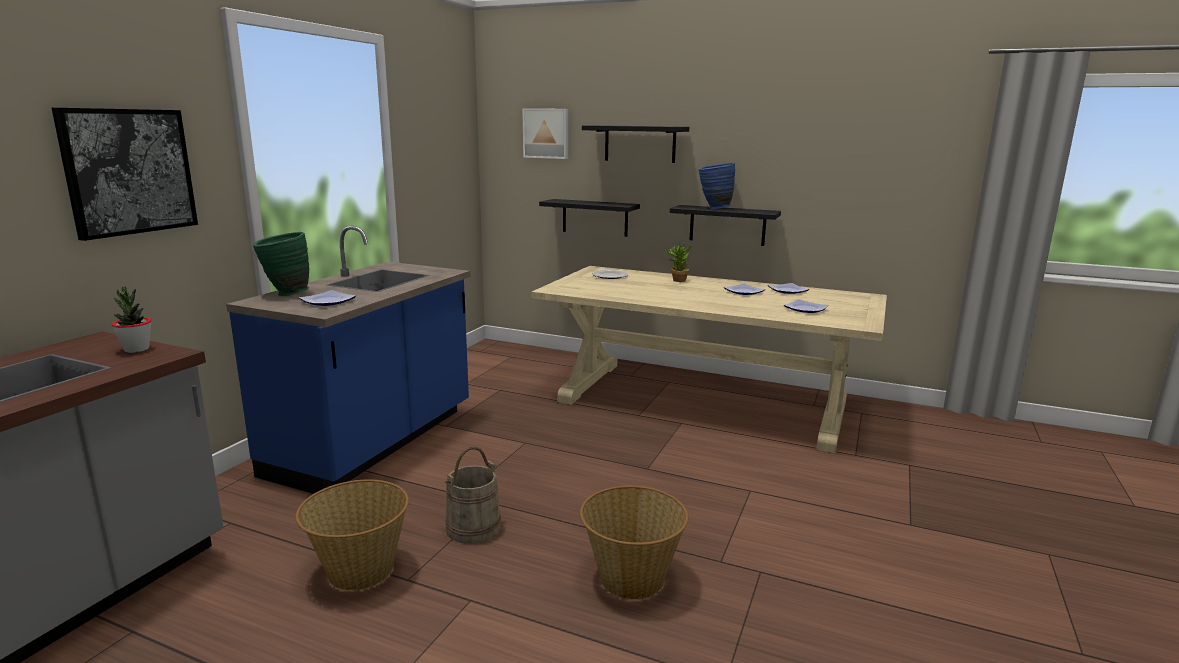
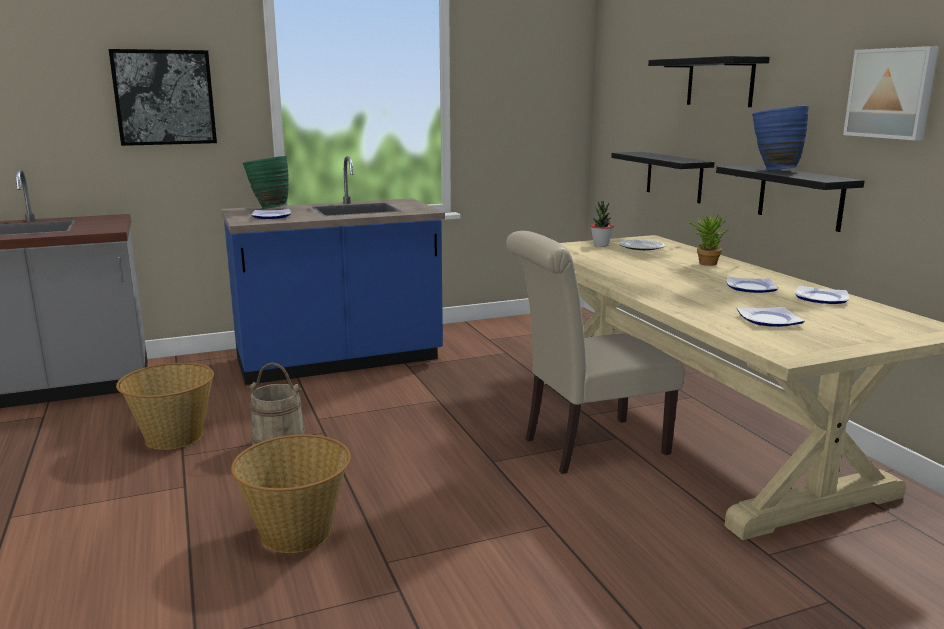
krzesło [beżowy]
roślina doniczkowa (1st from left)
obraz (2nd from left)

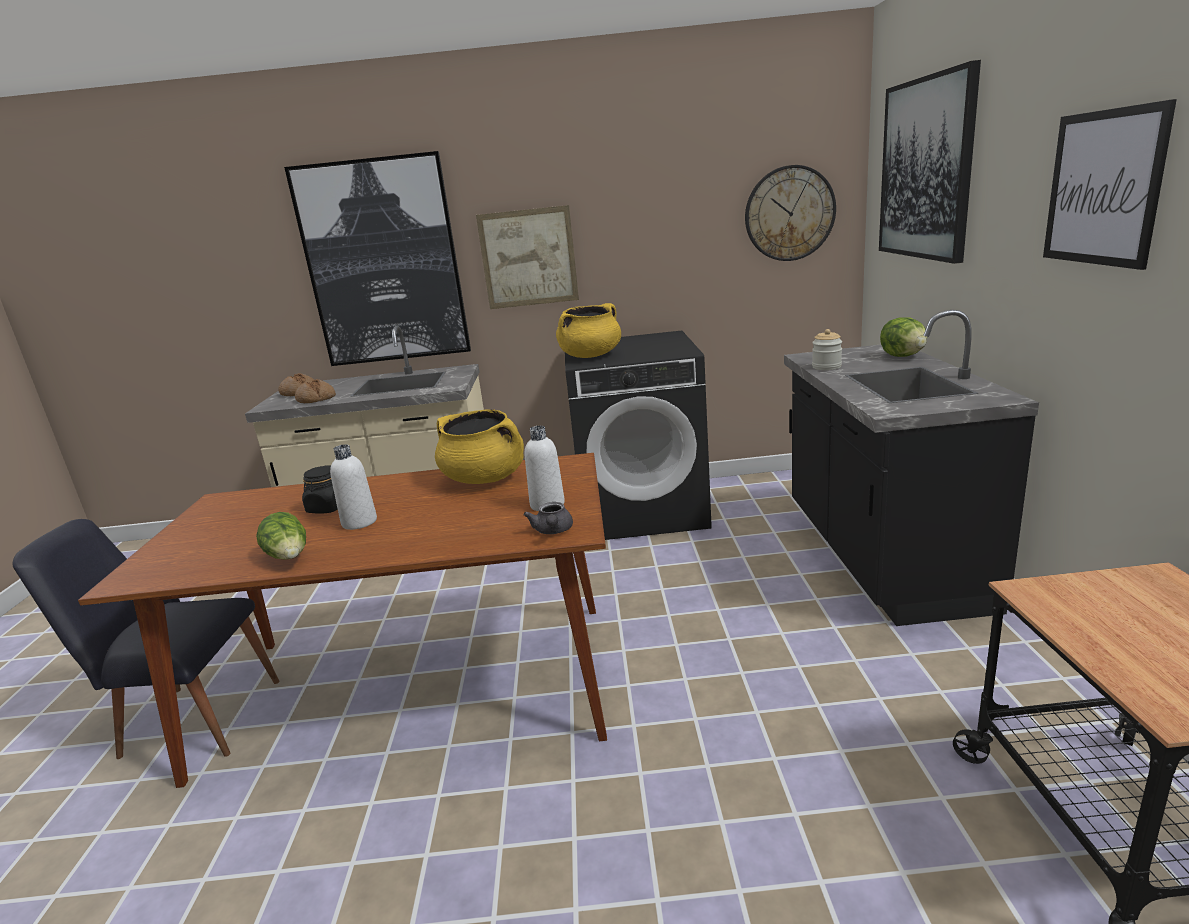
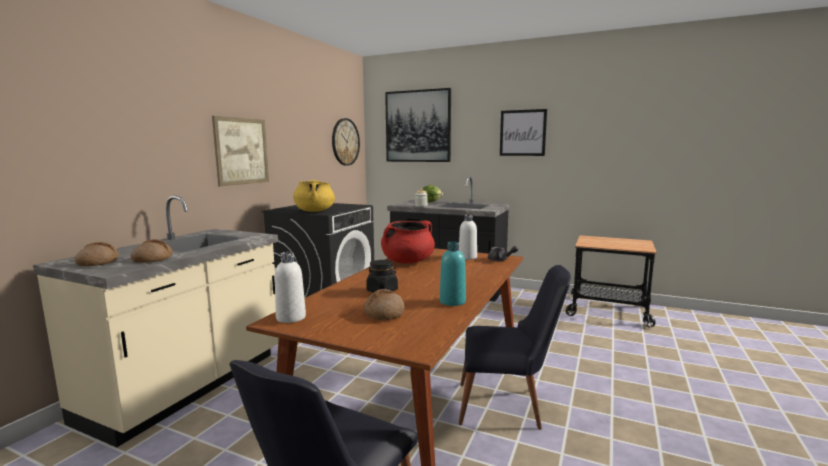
obraz (1st from left in the first image)
chleb (3rd from left)
krzesło [czarny] (2nd from left)
butelka [biały] (1st from left)
butelka [turkusowy]
garnek [czerwony]

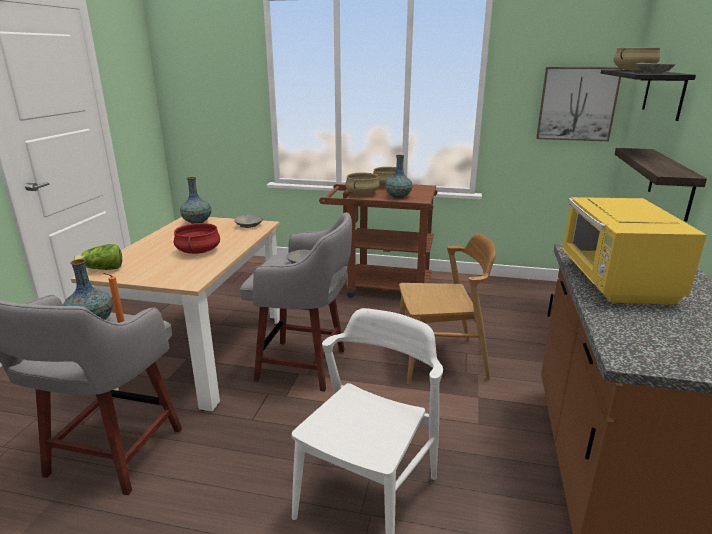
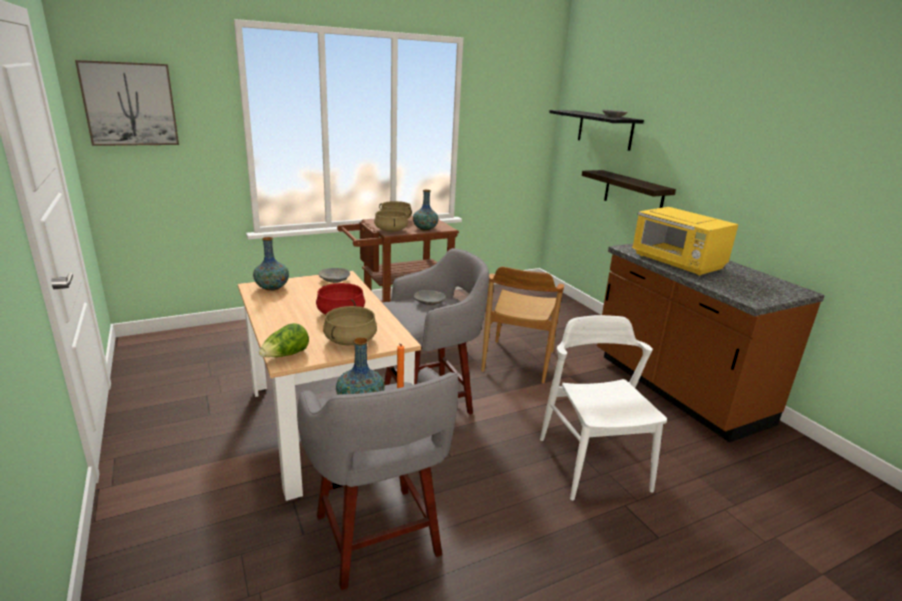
obraz
garnek [beżowy] (1st from left)
krzesło [brązowy]

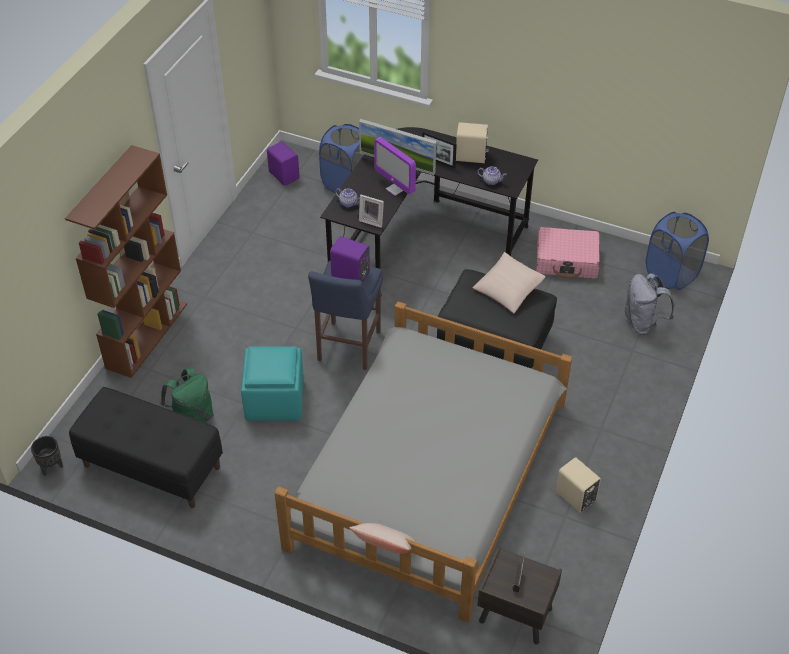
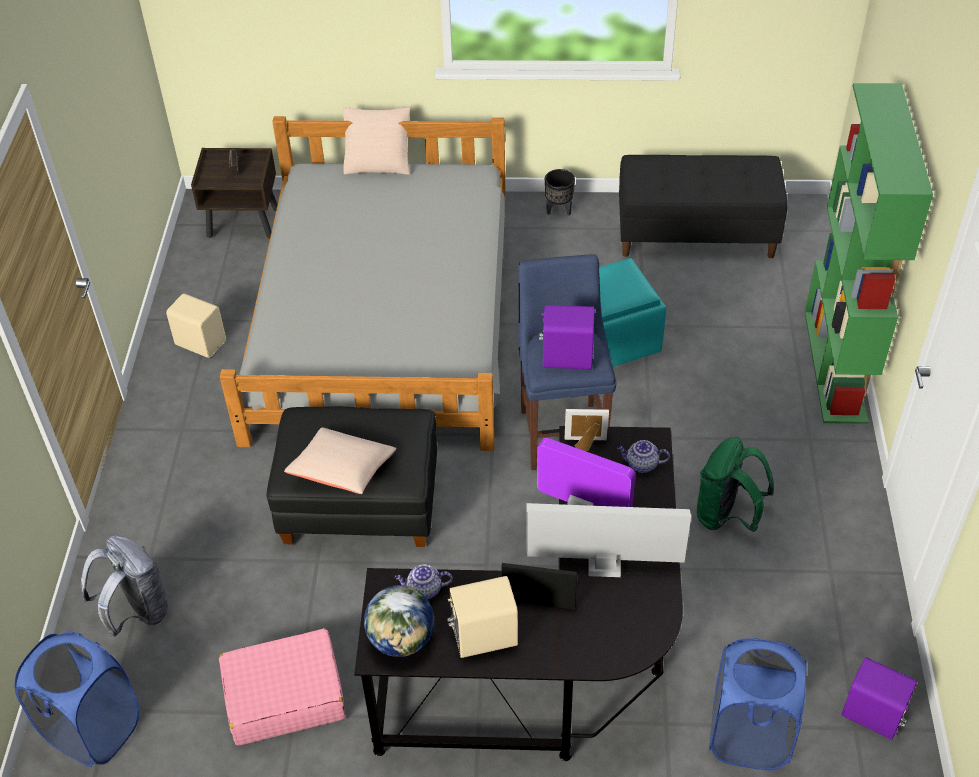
globus
donica [czarny]
plecak [zielony]
regał [zielony]

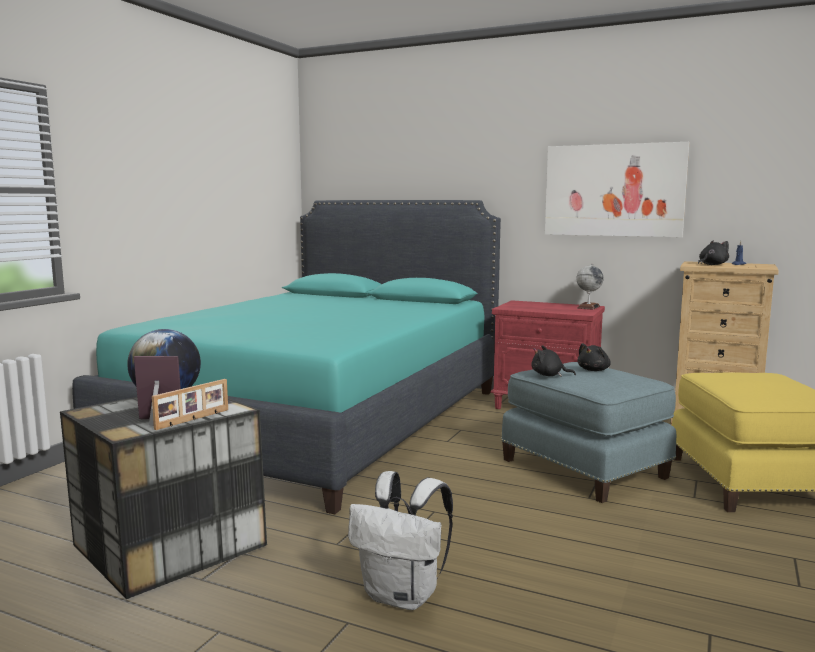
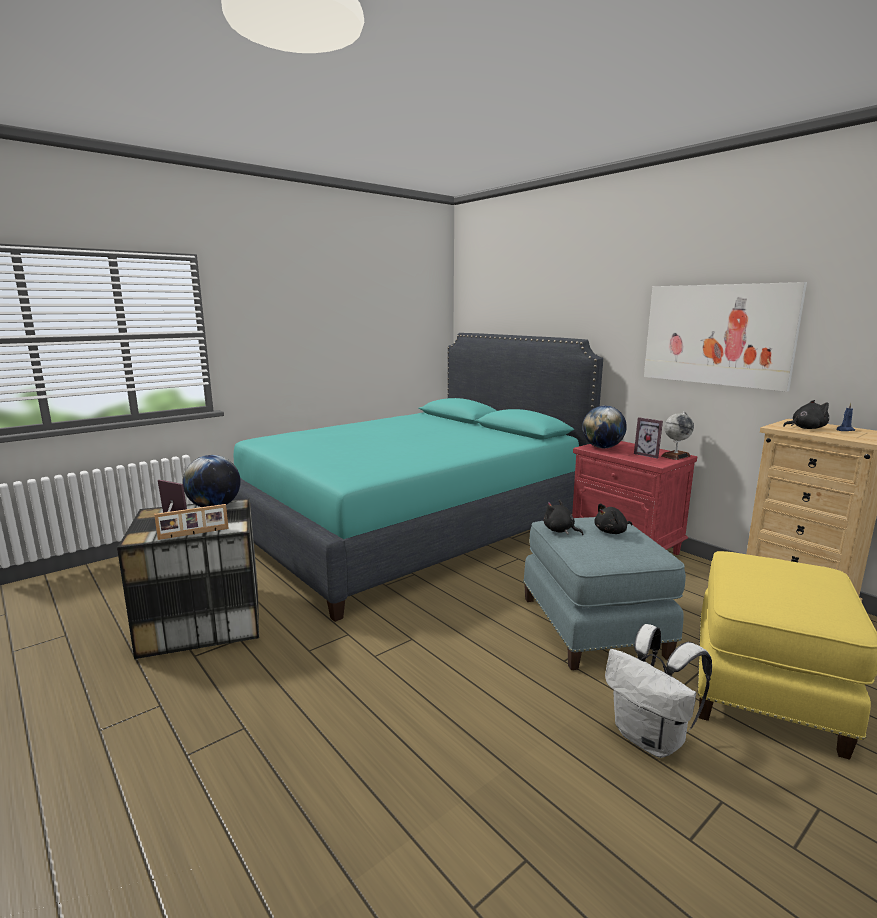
globus (2nd from left)
ramka na zdjęcie (3rd from left)
plecak [biały]

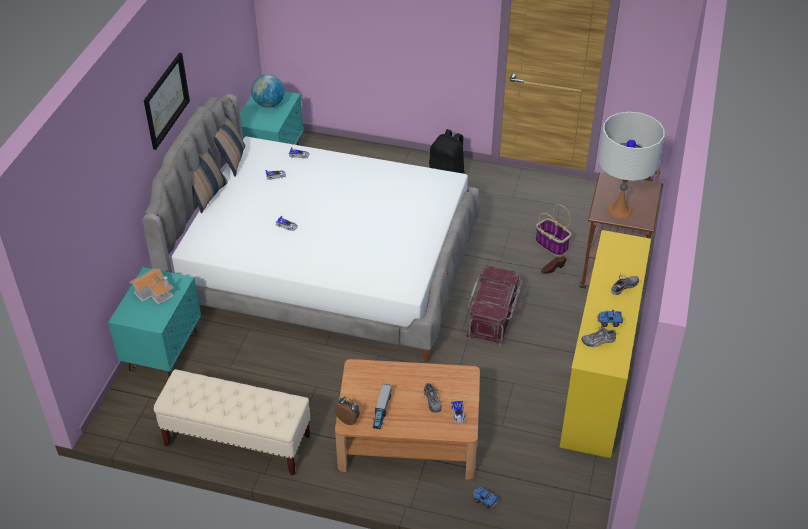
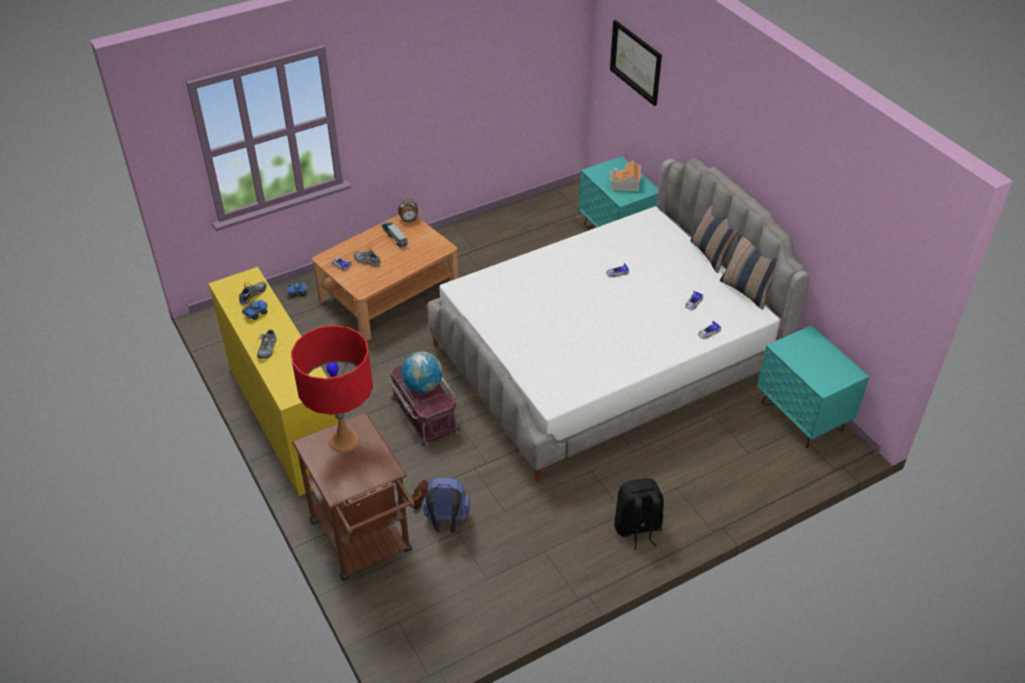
ławka [beżowy]
obraz
globus
plecak [niebieski]
lampa stołowa [czerwony]

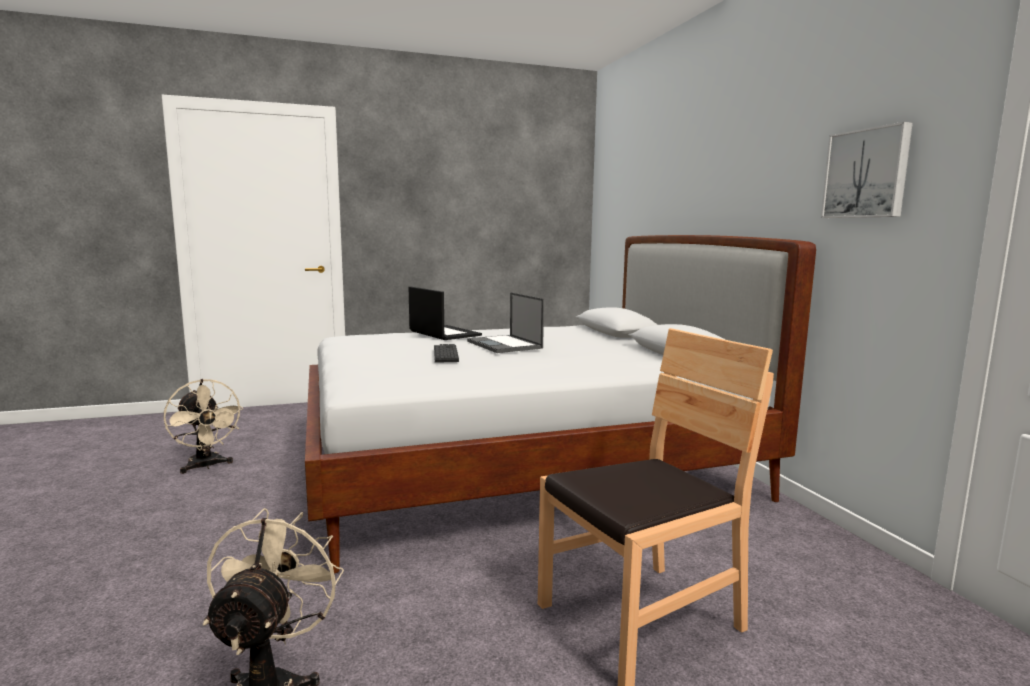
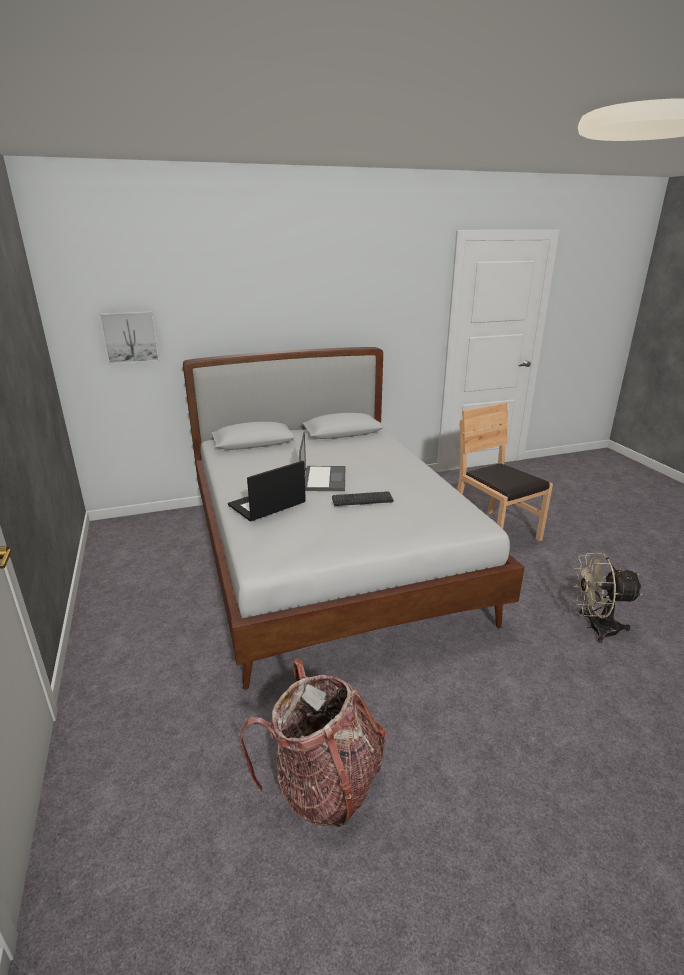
obraz
plecak
laptop (2nd from left)

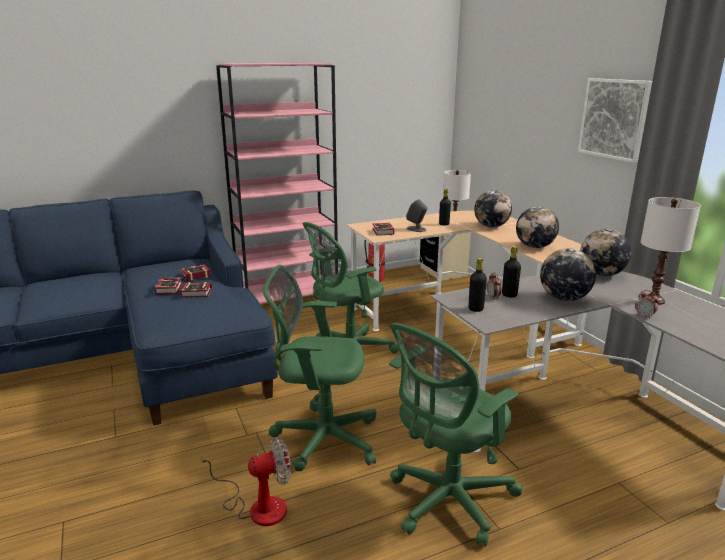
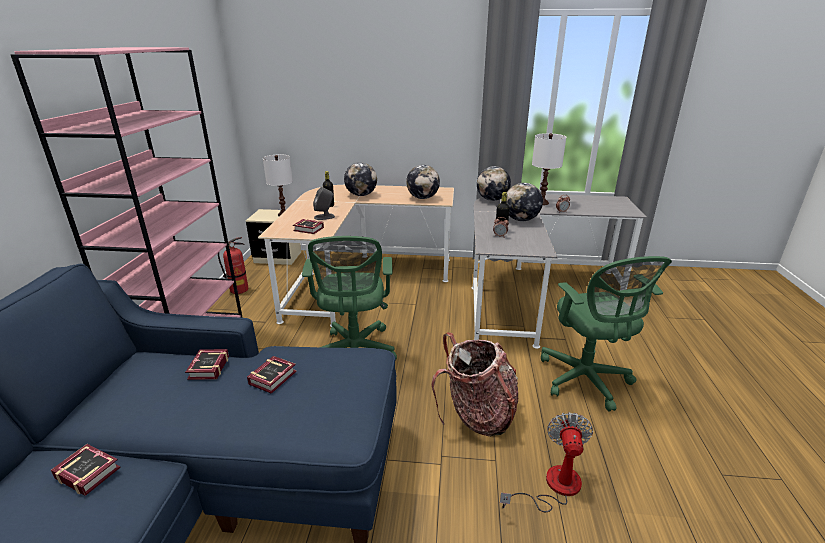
butelka [czarny] (2nd from left in the first image)
obraz
książka (1st from left)
plecak

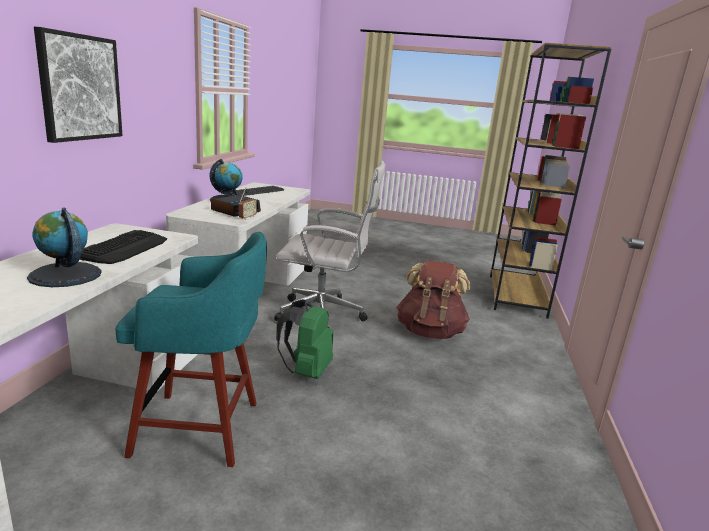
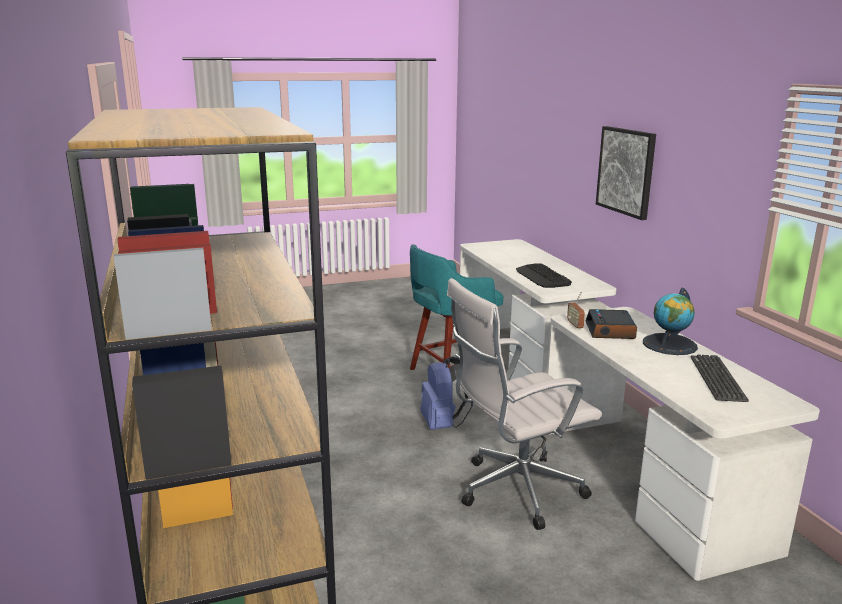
globus (1st from left in the first image)
plecak [brązowy]
plecak [niebieski]

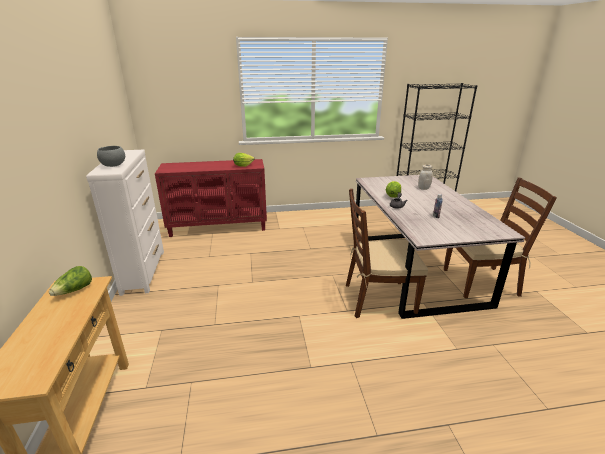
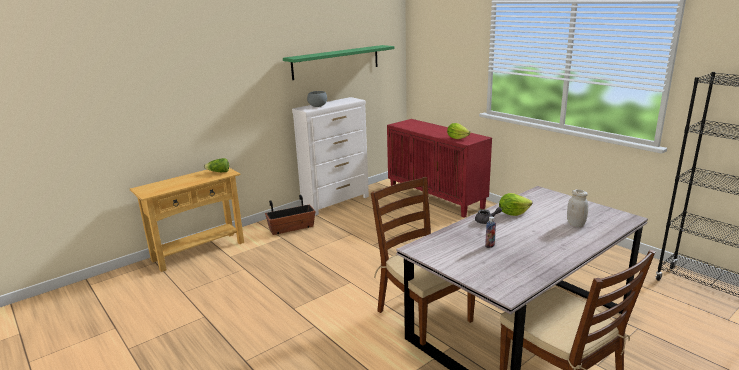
donica
półka [zielony]

